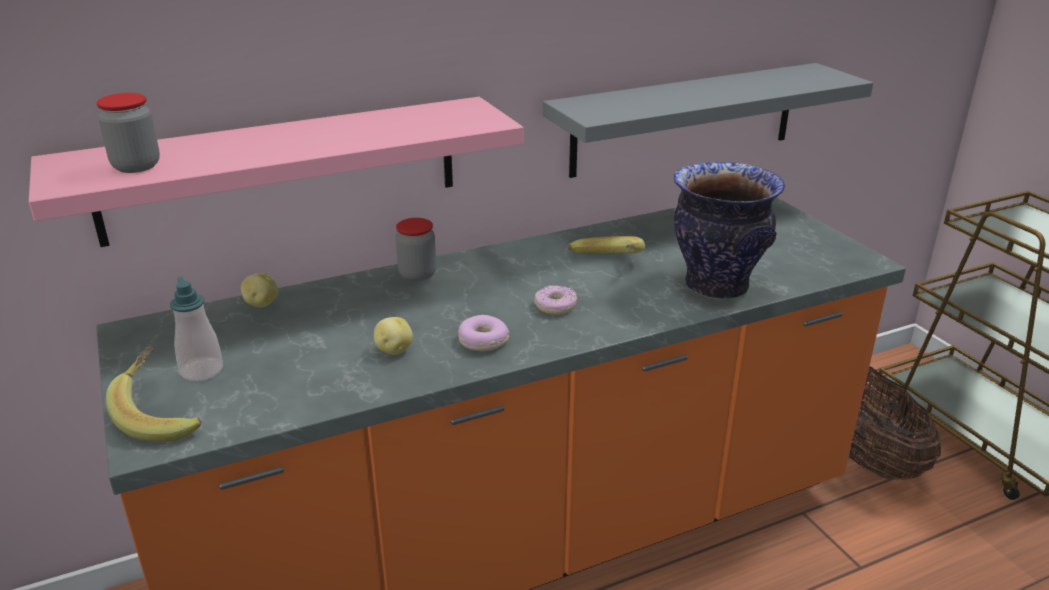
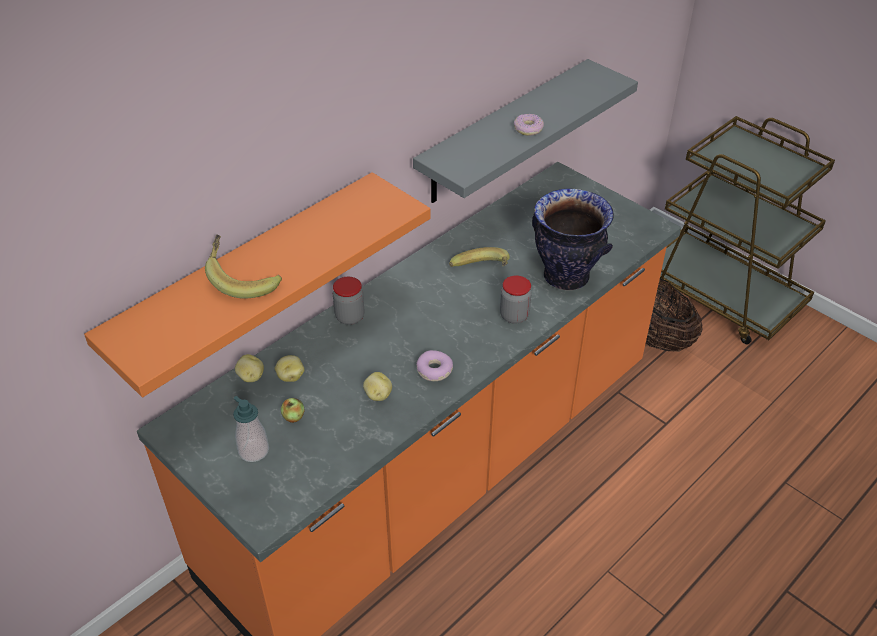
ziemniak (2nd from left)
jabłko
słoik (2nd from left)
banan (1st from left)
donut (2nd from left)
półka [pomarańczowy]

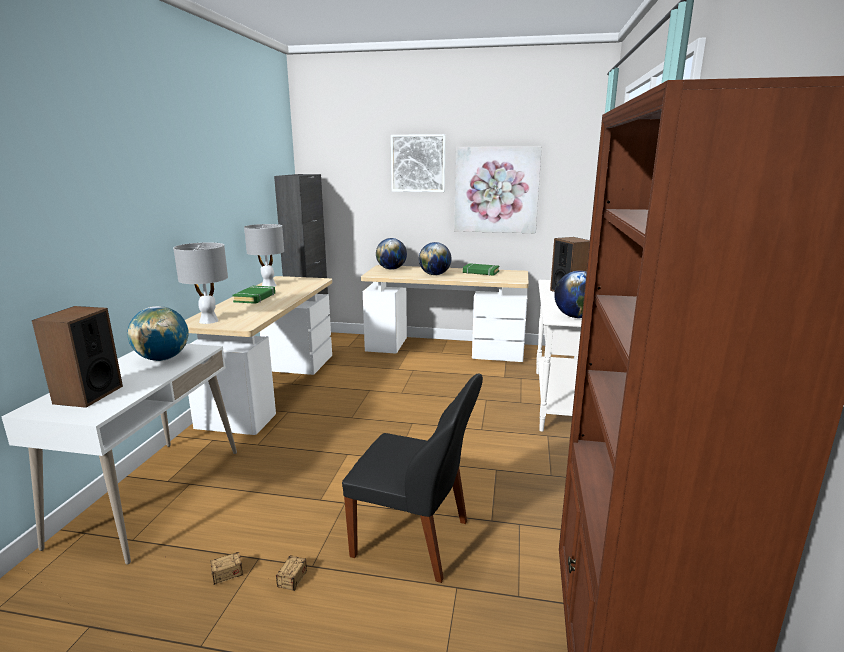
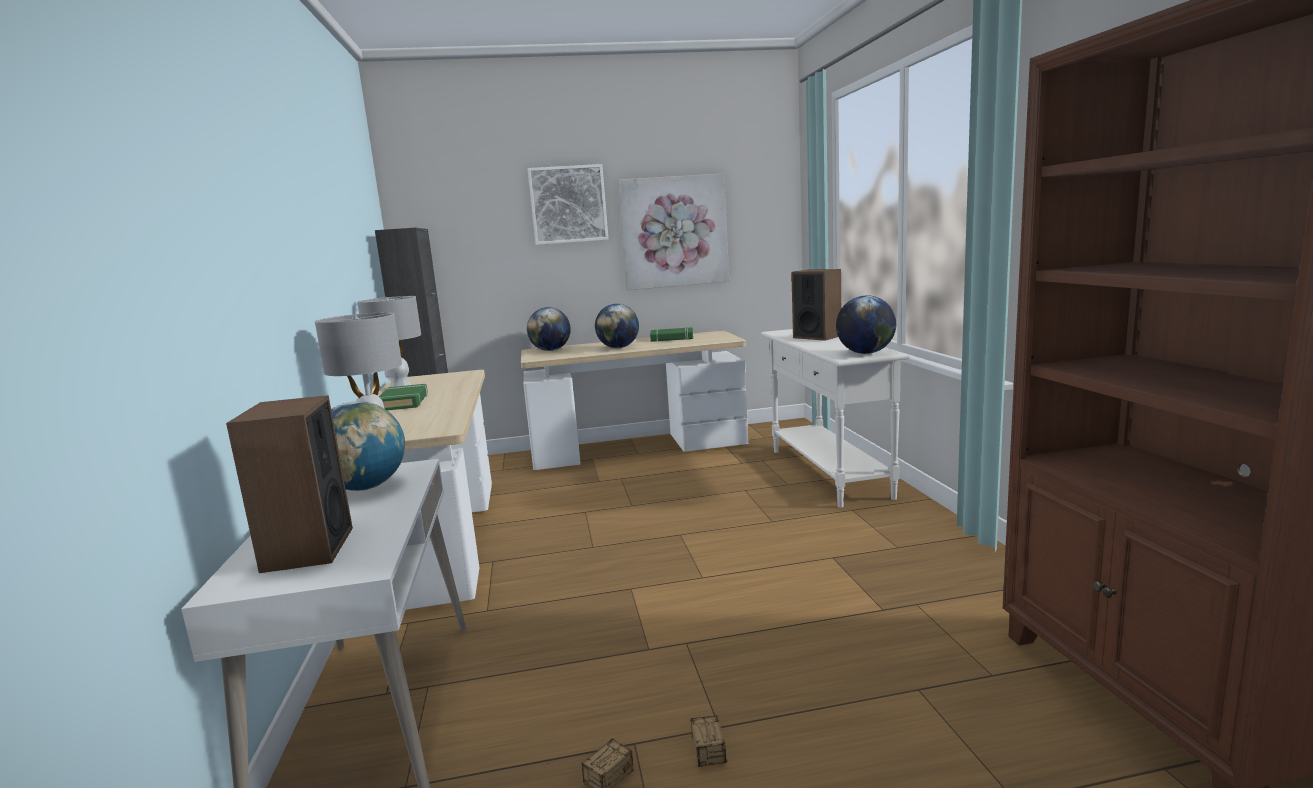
krzesło [czarny]

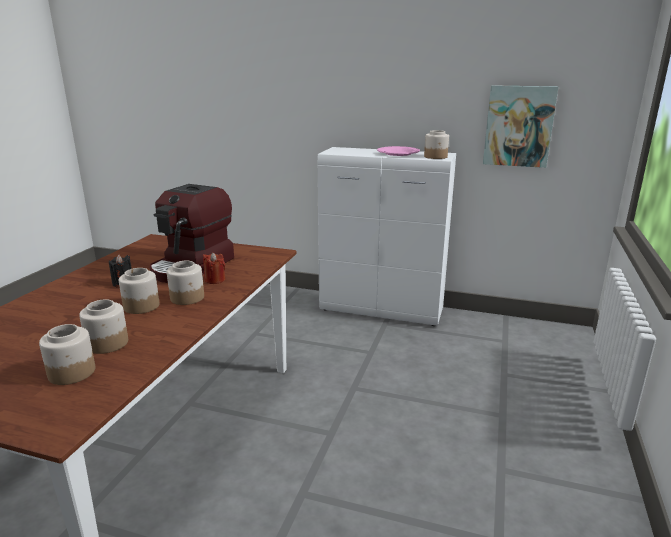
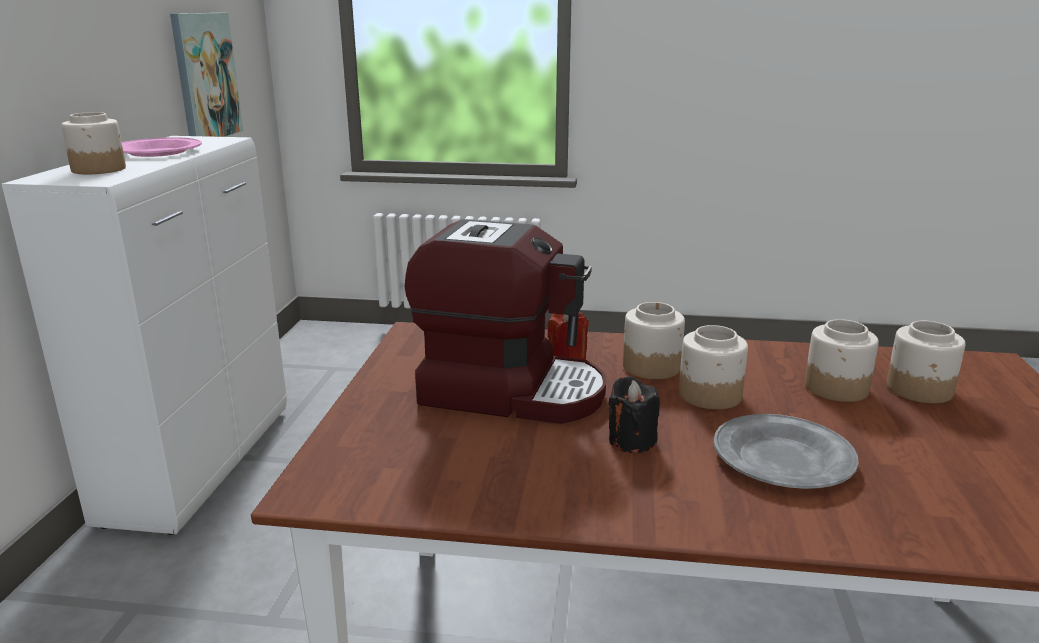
talerz [szary]
słoik (1st from left)

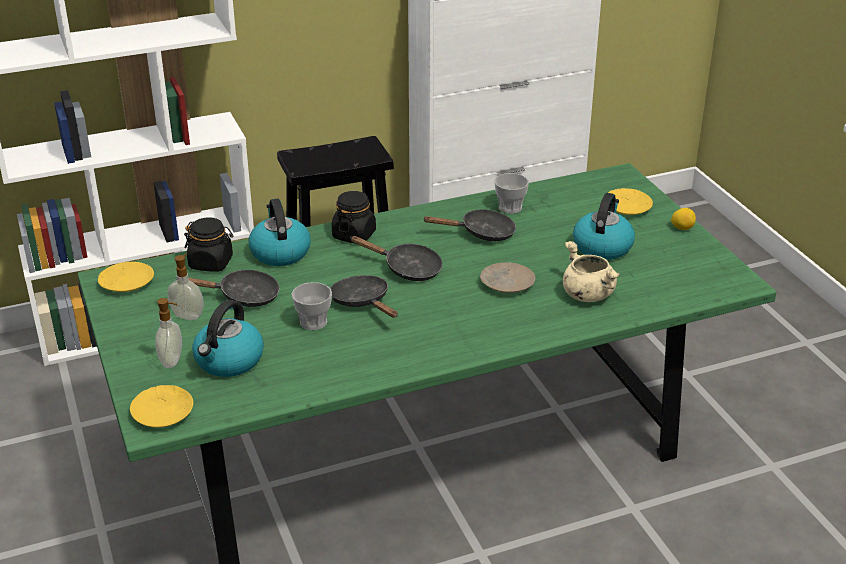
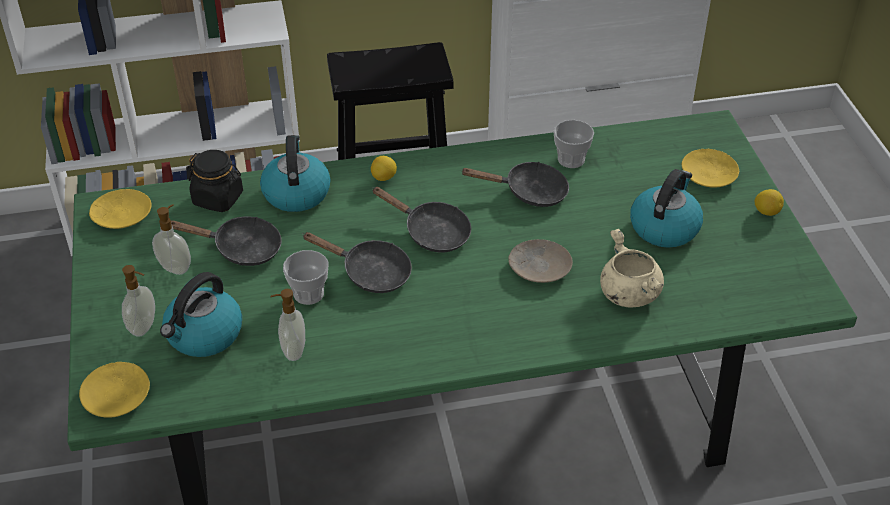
dozownik mydła (3rd from left)
cytryna (1st from left)
patelnia [czarny] (2nd from left)

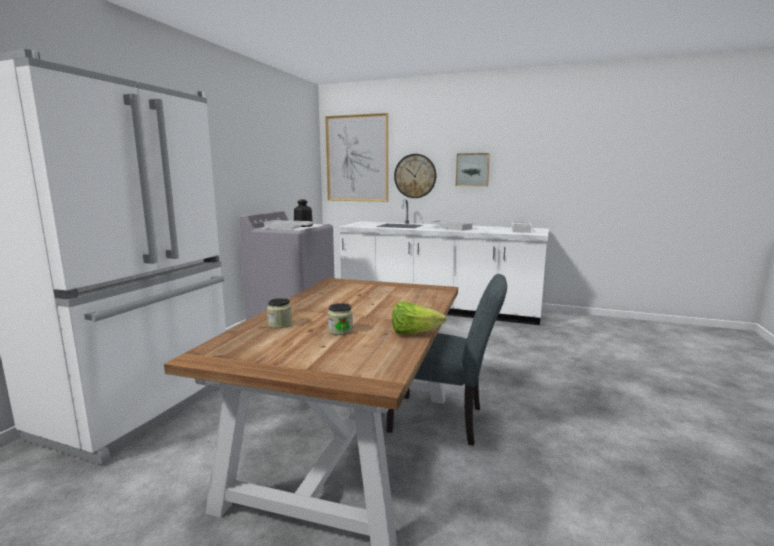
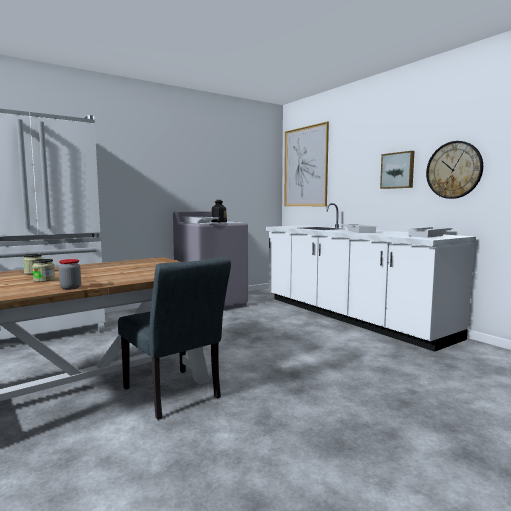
zegar ścienny
słoik (3rd from left)

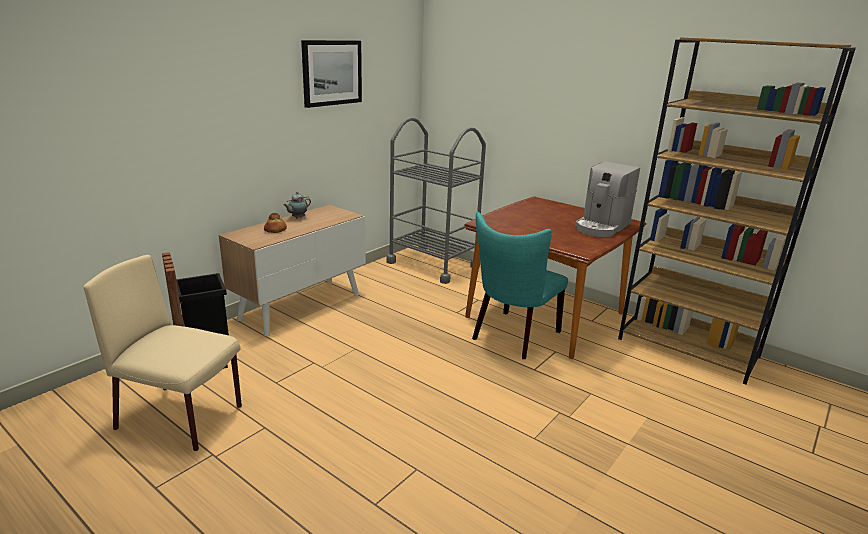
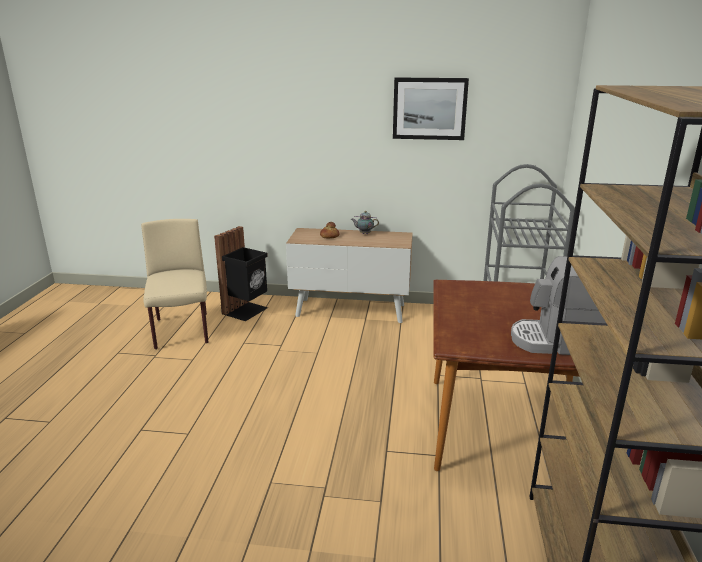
krzesło [turkusowy]

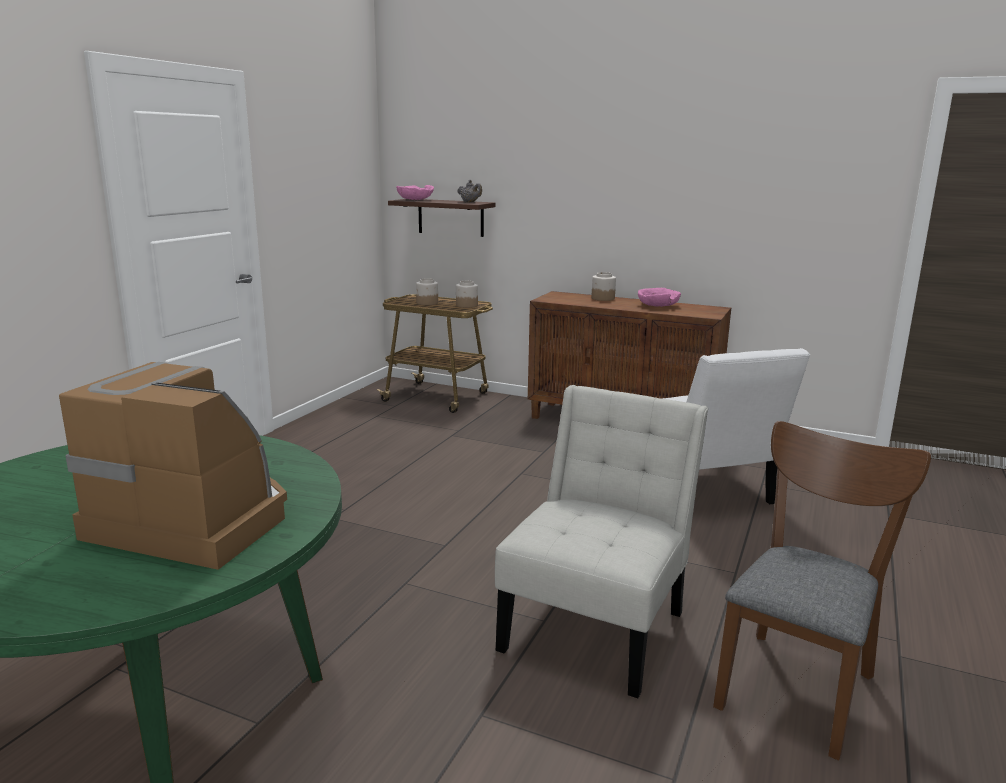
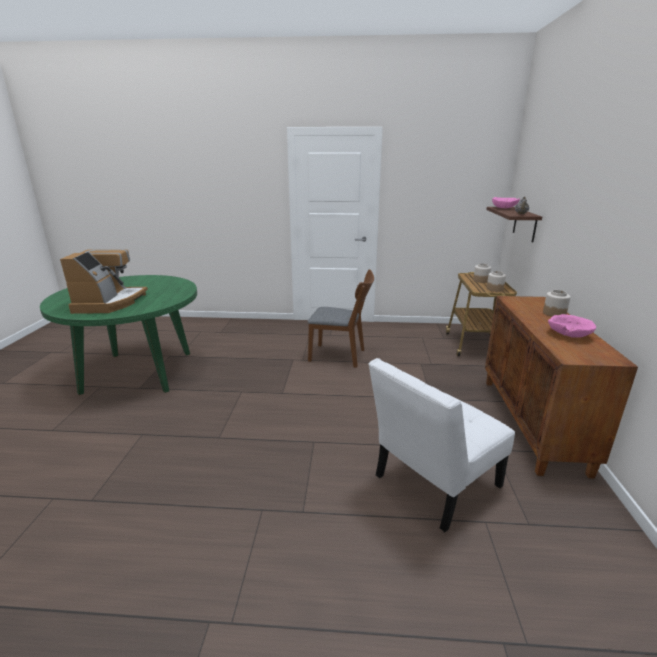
krzesło [biały] (1st from left in the first image)
krzesło [brązowy]

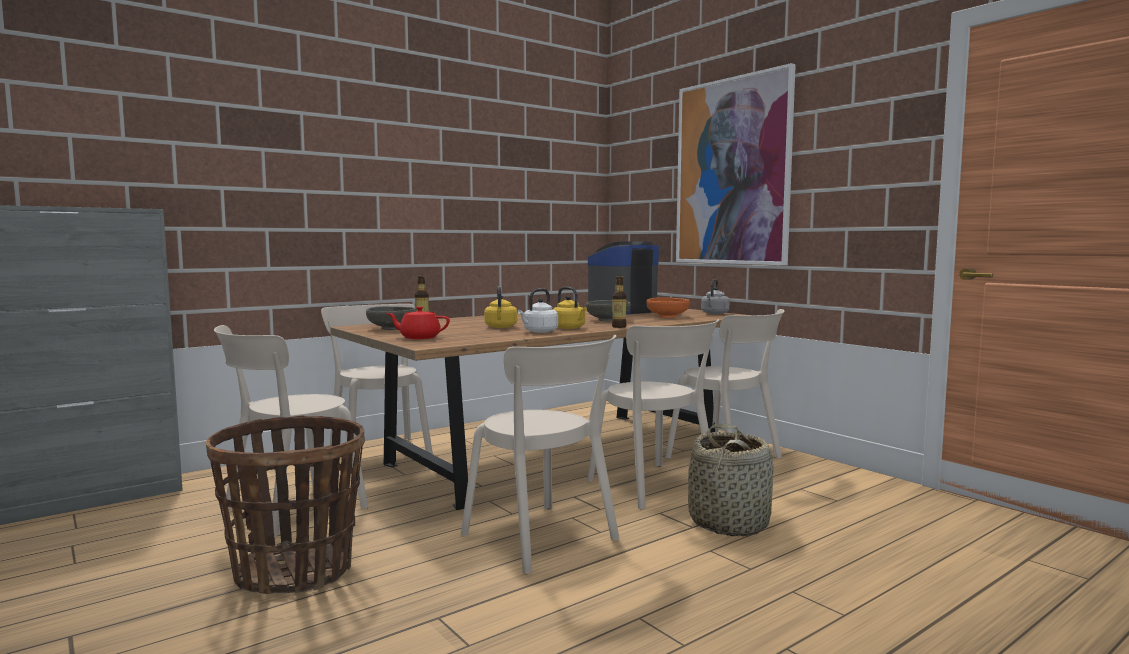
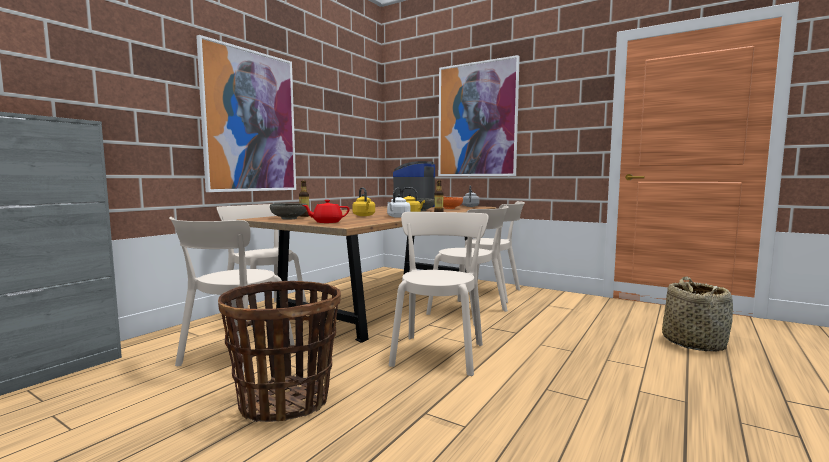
obraz (1st from left)
koszyk (2nd from left)
krzesło [beżowy] (3rd from left)

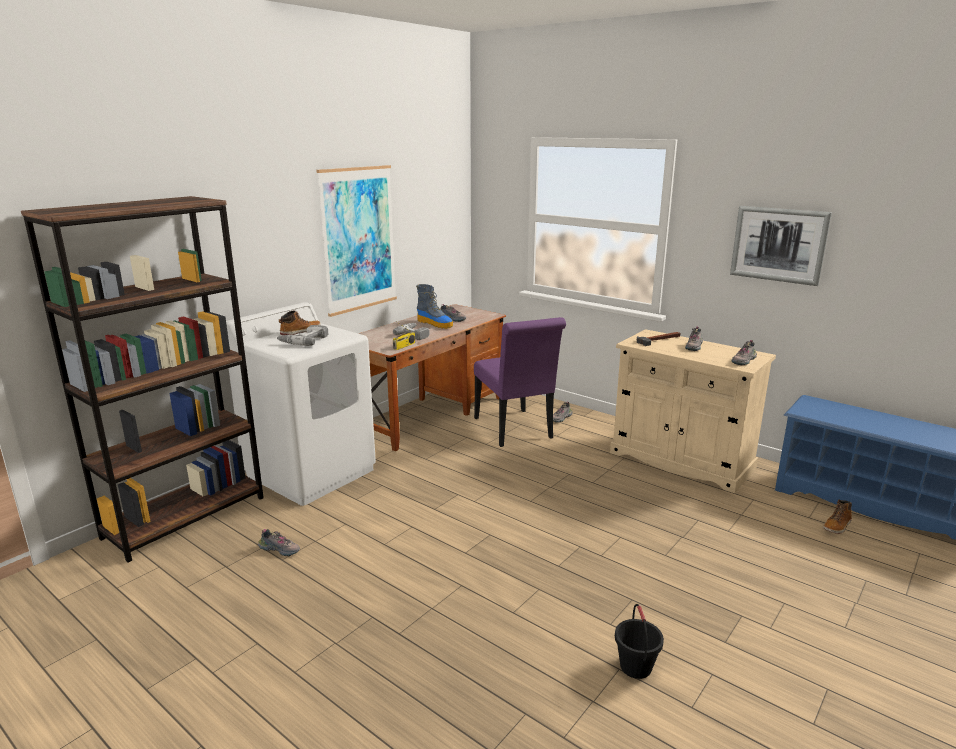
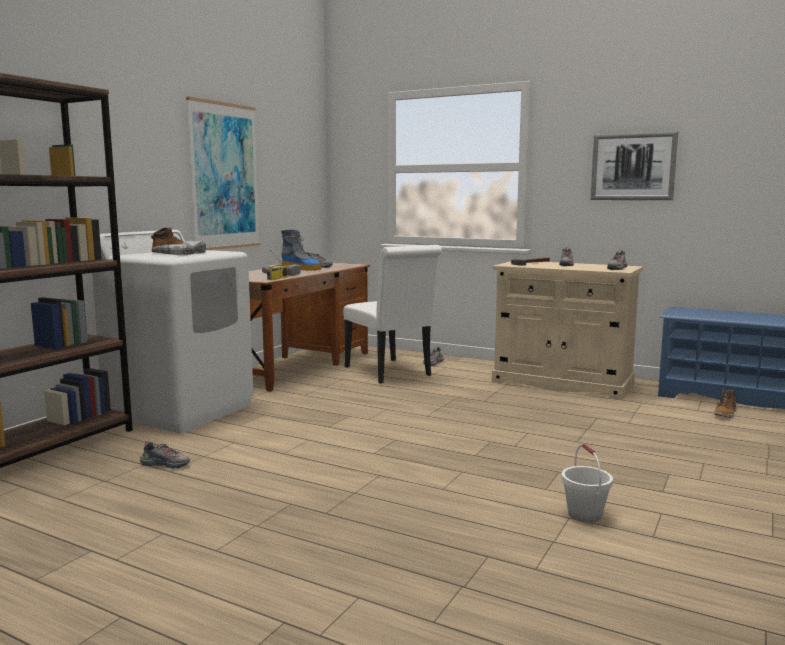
krzesło [biały]
wiadro [biały]

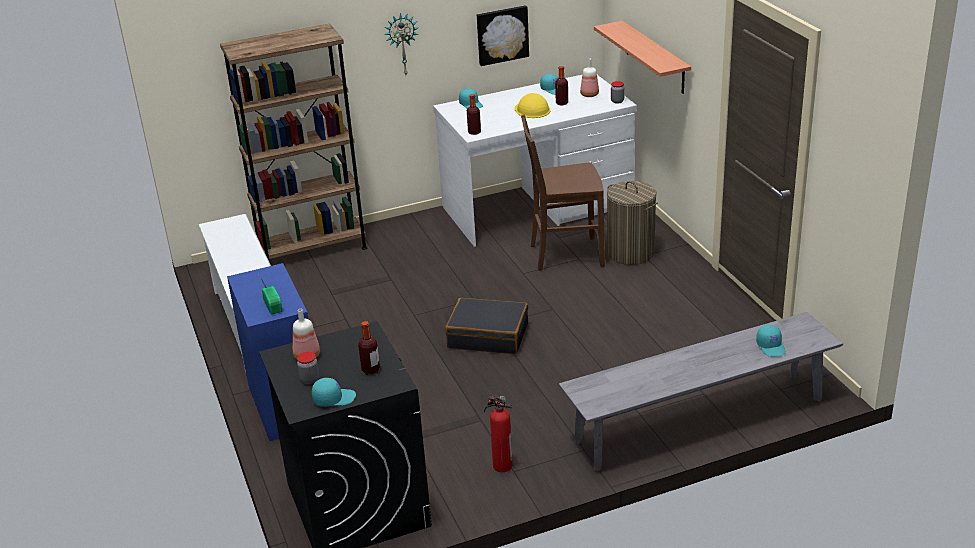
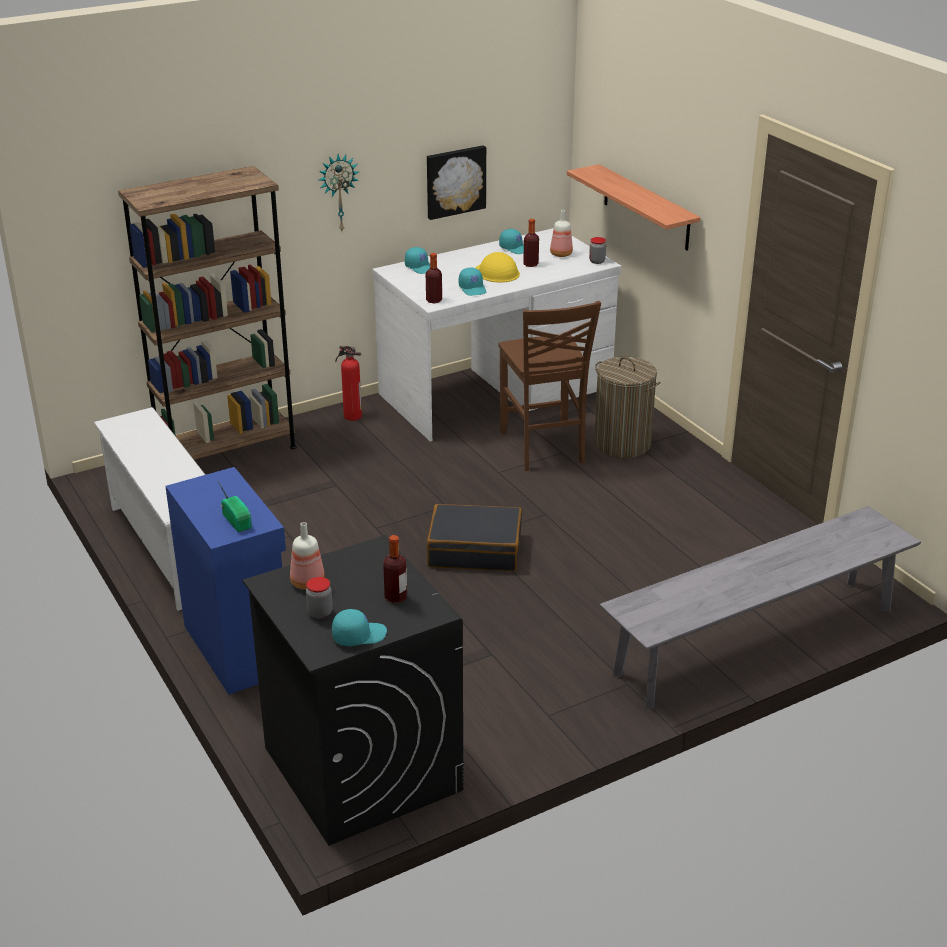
gaśnica
czapka z daszkiem [turkusowy] (3rd from left)
krzesło [brązowy]

